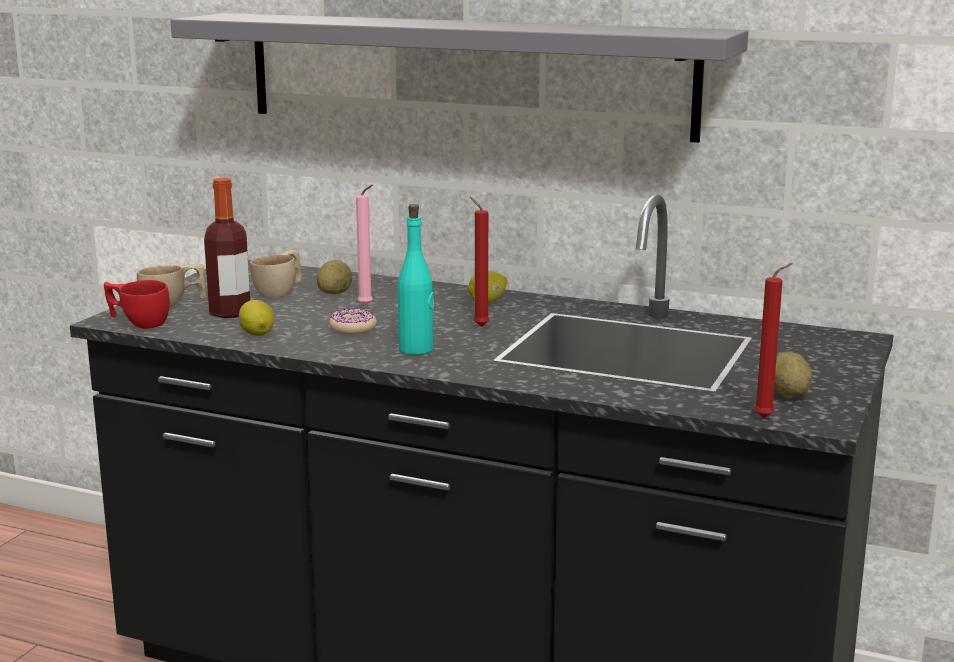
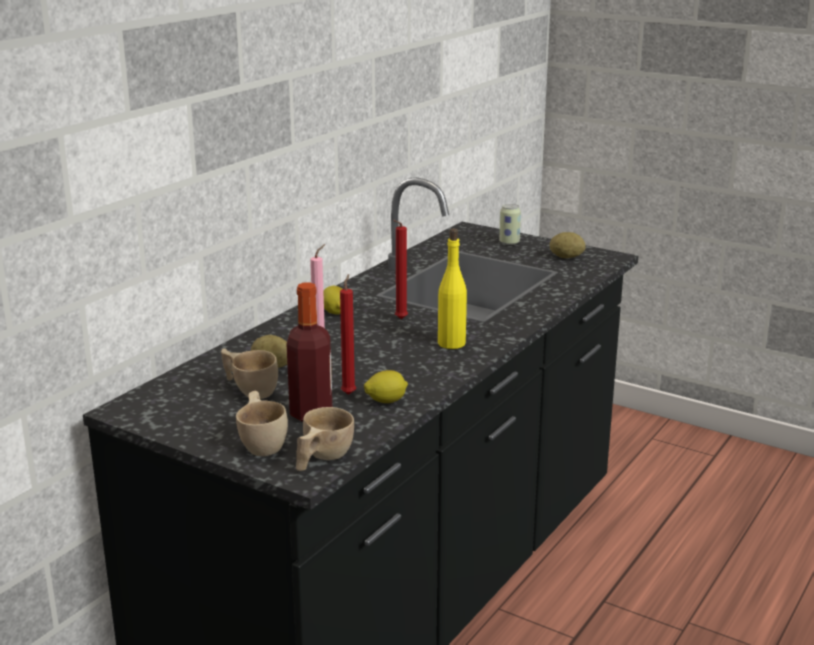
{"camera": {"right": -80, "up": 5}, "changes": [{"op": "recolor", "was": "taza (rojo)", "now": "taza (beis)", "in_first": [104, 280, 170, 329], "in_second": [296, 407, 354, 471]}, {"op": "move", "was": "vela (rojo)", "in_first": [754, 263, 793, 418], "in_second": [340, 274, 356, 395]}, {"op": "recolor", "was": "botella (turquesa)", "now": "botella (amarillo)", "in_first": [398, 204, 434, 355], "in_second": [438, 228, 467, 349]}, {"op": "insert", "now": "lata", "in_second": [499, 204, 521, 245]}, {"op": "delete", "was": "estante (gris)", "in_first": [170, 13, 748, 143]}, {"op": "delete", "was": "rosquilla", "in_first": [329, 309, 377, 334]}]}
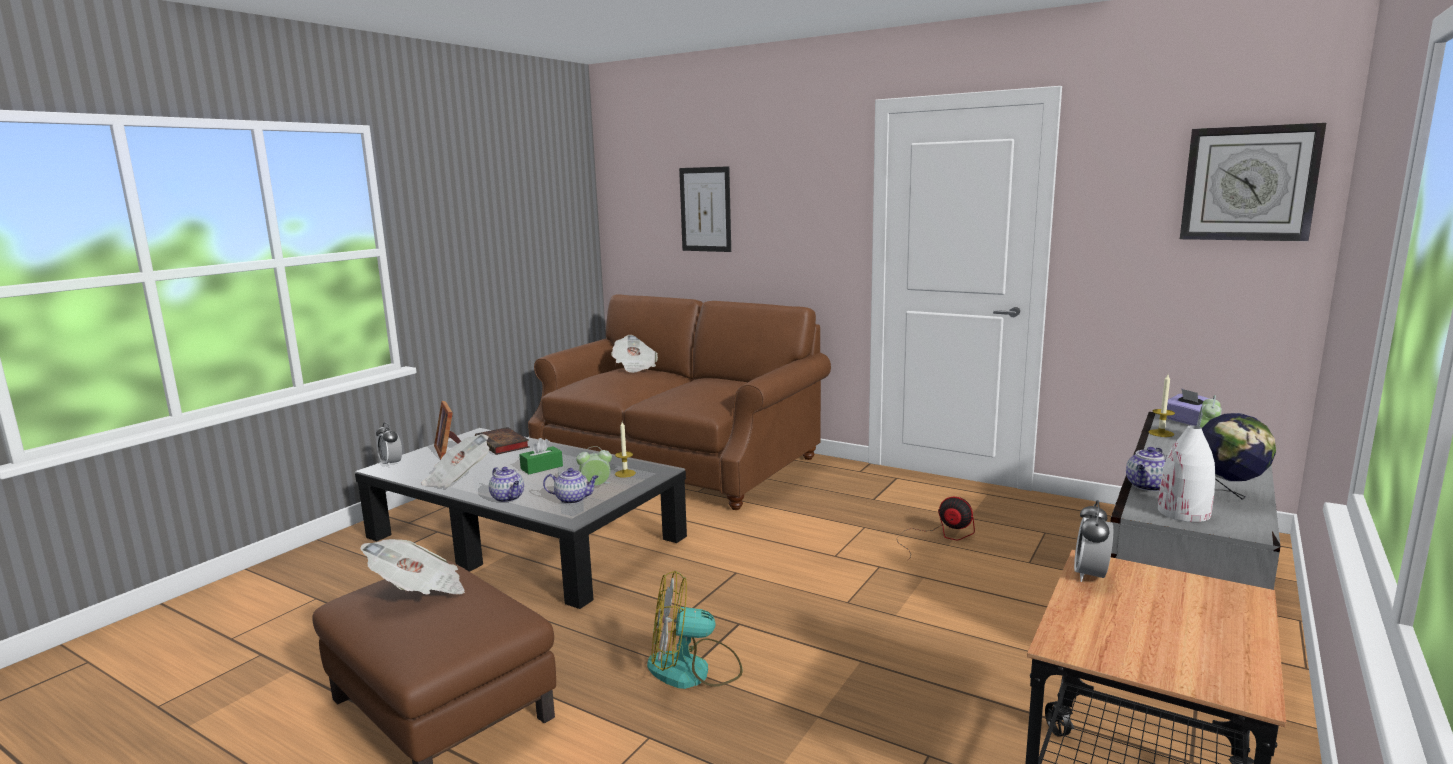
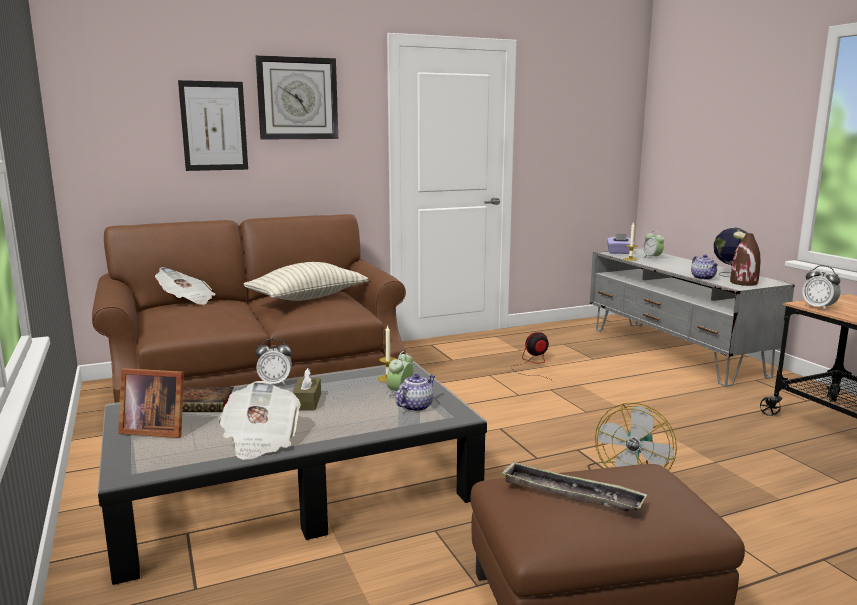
{"camera": {"right": -55, "up": 0}, "changes": [{"op": "insert", "now": "cojín", "in_second": [244, 262, 369, 301]}, {"op": "move", "was": "despertador", "in_first": [376, 422, 402, 468], "in_second": [255, 339, 292, 385]}, {"op": "move", "was": "reloj de pared", "in_first": [1180, 123, 1326, 241], "in_second": [256, 55, 338, 139]}, {"op": "recolor", "was": "caja de pañuelos (verde)", "now": "caja de pañuelos (marrón)", "in_first": [519, 438, 563, 474], "in_second": [292, 368, 321, 410]}, {"op": "replace", "was": "periódico", "now": "bandeja", "in_first": [360, 539, 465, 595], "in_second": [501, 461, 647, 511]}, {"op": "recolor", "was": "florero (blanco)", "now": "florero (marrón)", "in_first": [1158, 425, 1216, 522], "in_second": [730, 233, 761, 286]}, {"op": "delete", "was": "tetera", "in_first": [489, 467, 524, 502]}]}
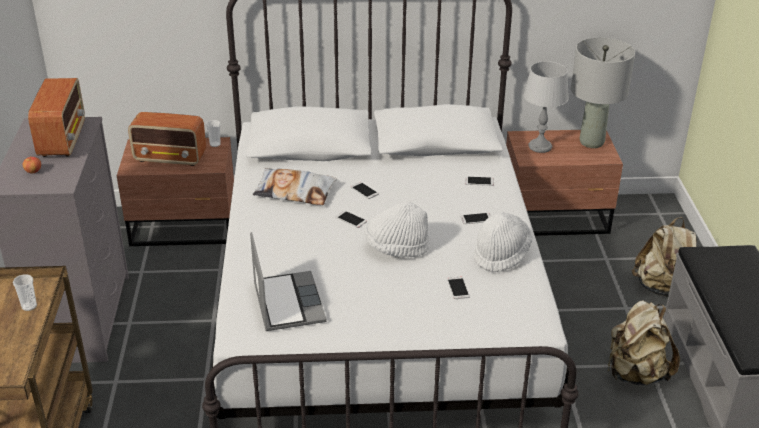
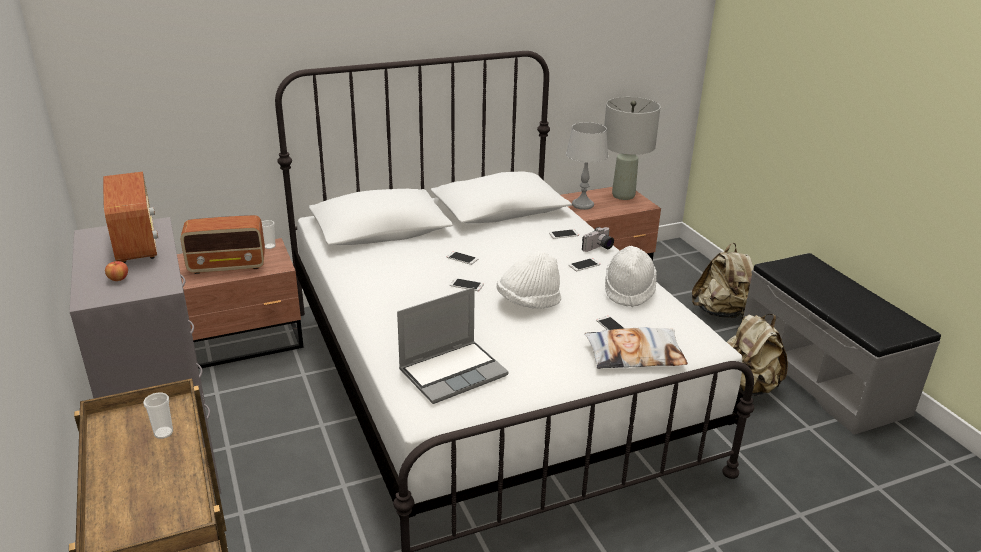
{"camera": {"right": -20, "up": -5}, "changes": [{"op": "rotate", "was": "portátil", "in_first": [250, 232, 327, 331], "in_second": [397, 287, 509, 404], "clockwise": 90}, {"op": "insert", "now": "cámara", "in_second": [582, 227, 614, 252]}, {"op": "move", "was": "cojín", "in_first": [253, 168, 337, 205], "in_second": [585, 327, 688, 369]}]}
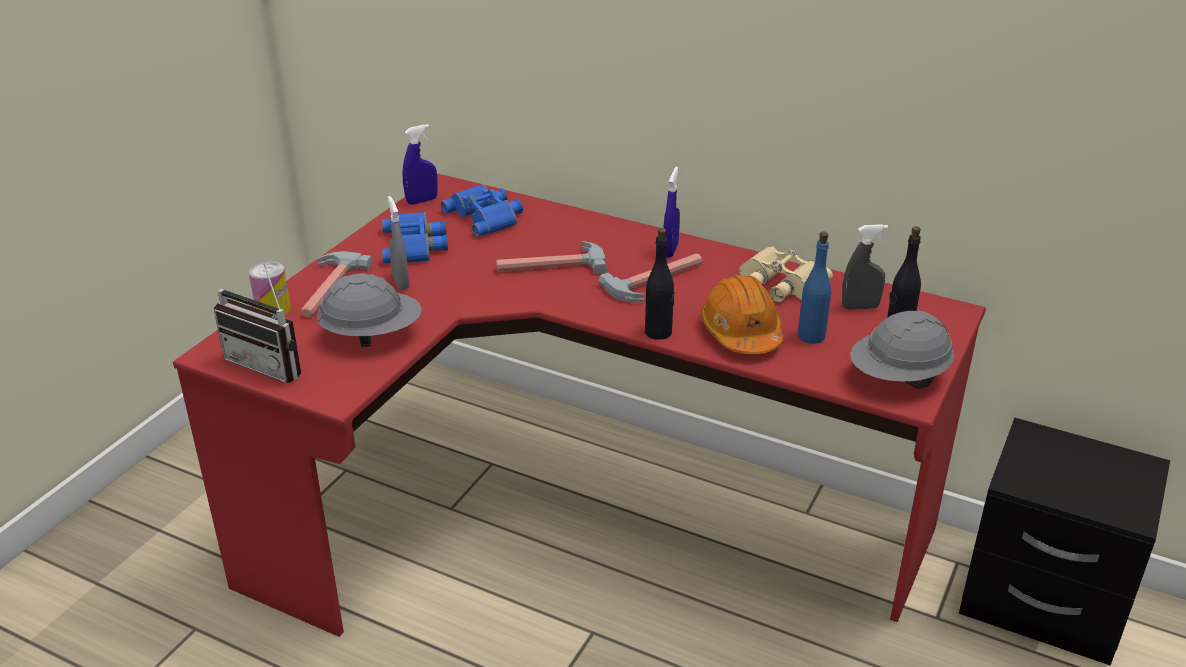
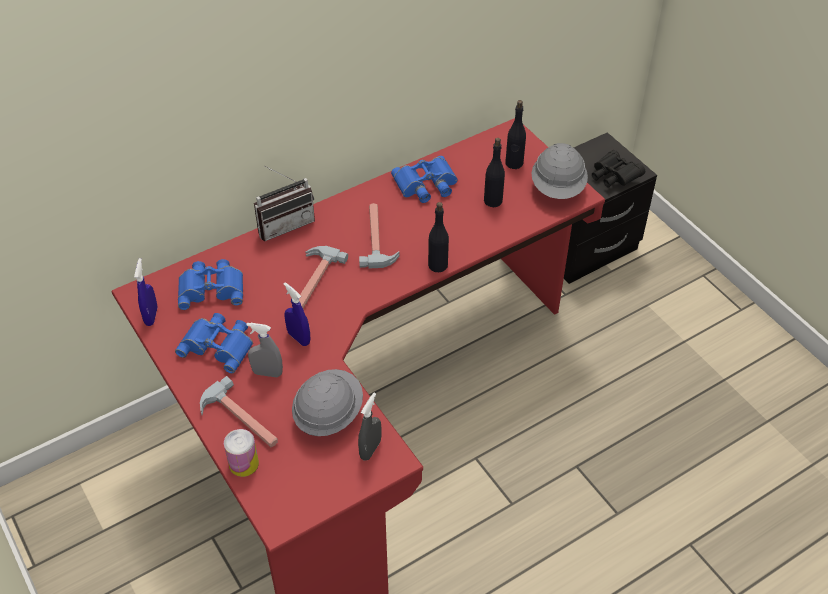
{"camera": {"right": -60, "up": 15}, "changes": [{"op": "move", "was": "radio", "in_first": [214, 263, 301, 383], "in_second": [254, 166, 315, 241]}, {"op": "move", "was": "pulverizador (azul)", "in_first": [663, 167, 680, 258], "in_second": [283, 282, 310, 346]}, {"op": "move", "was": "pulverizador (gris)", "in_first": [842, 224, 888, 309], "in_second": [358, 393, 382, 461]}, {"op": "recolor", "was": "prismáticos (beis)", "now": "prismáticos (azul)", "in_first": [739, 246, 833, 303], "in_second": [391, 156, 458, 203]}, {"op": "recolor", "was": "botella (azul)", "now": "botella (negro)", "in_first": [798, 231, 831, 344], "in_second": [484, 138, 505, 207]}, {"op": "insert", "now": "prismáticos (negro)", "in_second": [592, 150, 645, 188]}, {"op": "delete", "was": "casco (naranja)", "in_first": [701, 274, 784, 354]}]}
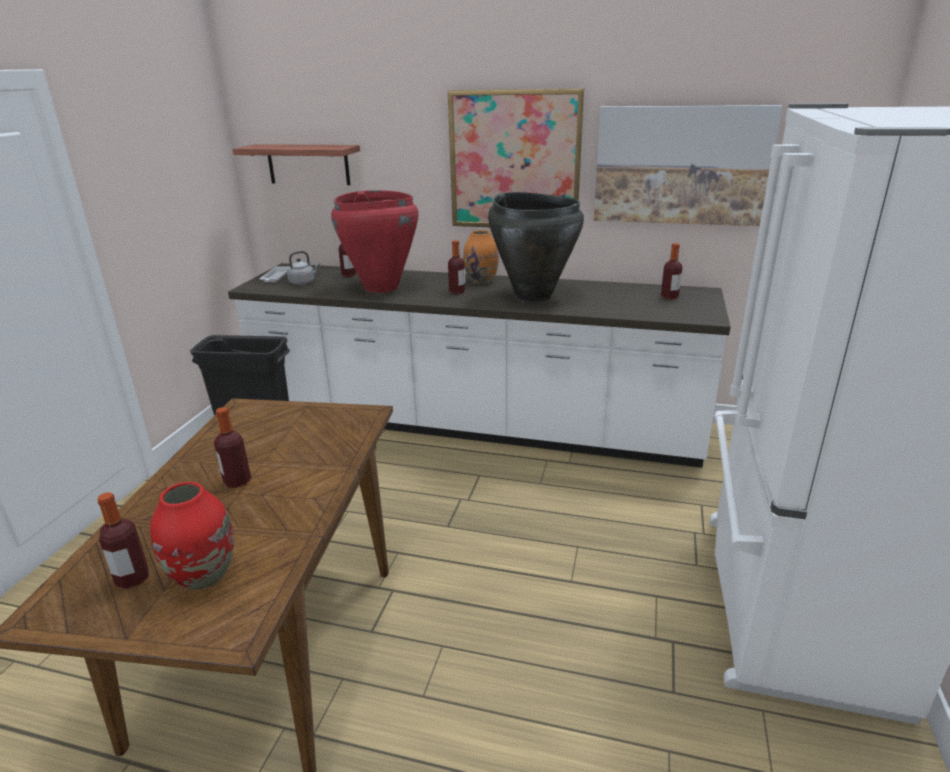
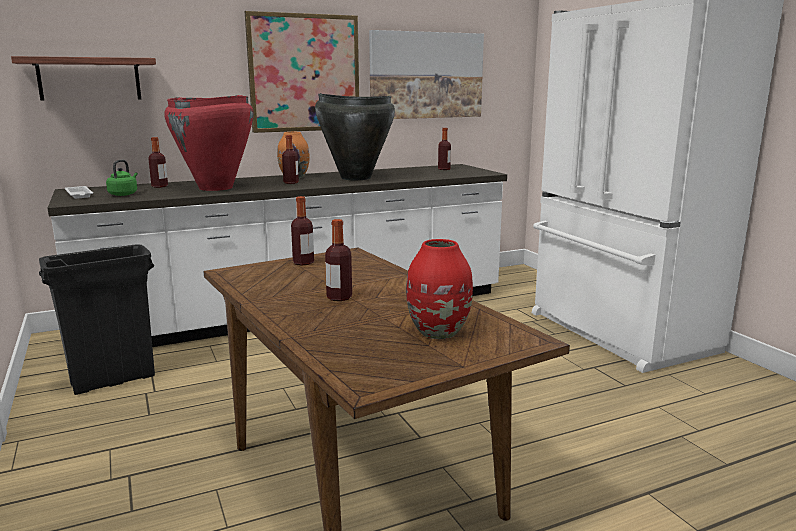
{"camera": {"right": -40, "up": -10}, "changes": [{"op": "recolor", "was": "hervidor (gris)", "now": "hervidor (verde)", "in_first": [287, 251, 320, 285], "in_second": [106, 160, 138, 196]}, {"op": "move", "was": "botella", "in_first": [98, 492, 149, 589], "in_second": [291, 196, 314, 265]}]}
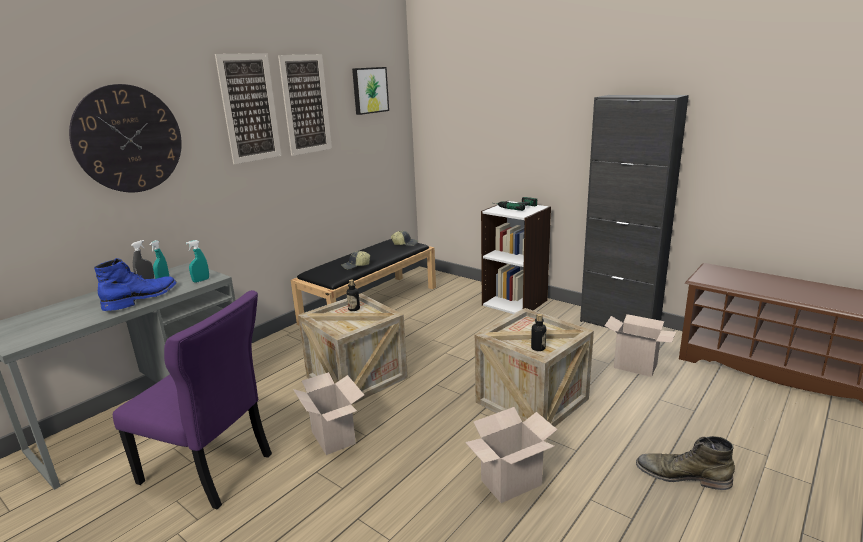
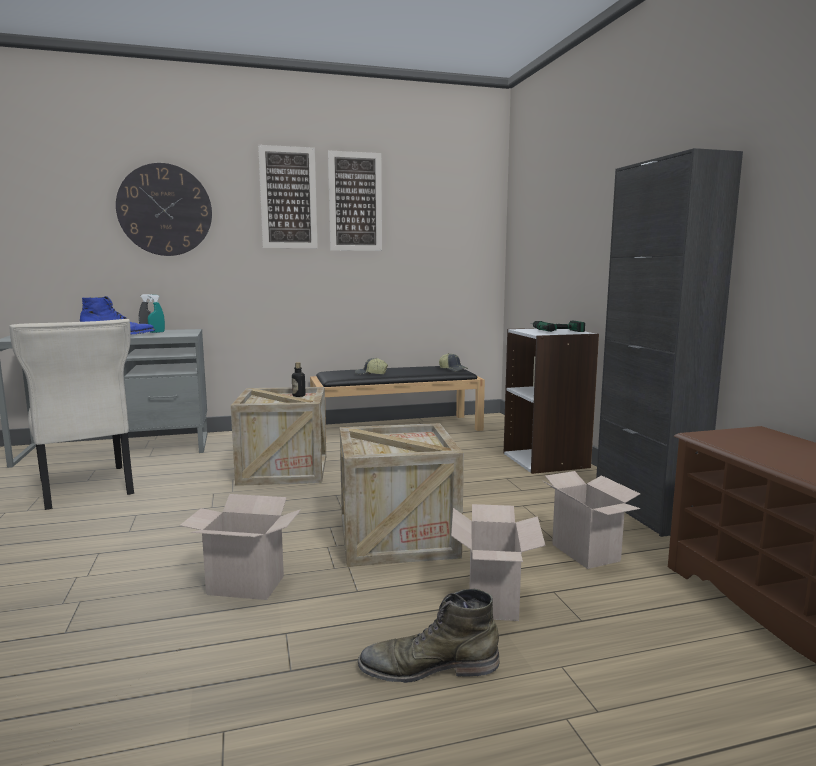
{"camera": {"right": 35, "up": -10}, "changes": [{"op": "recolor", "was": "silla (morado)", "now": "silla (beis)", "in_first": [113, 290, 272, 509], "in_second": [10, 319, 134, 510]}, {"op": "rotate", "was": "bota (verde)", "in_first": [636, 436, 735, 490], "in_second": [358, 589, 499, 683], "clockwise": -60}, {"op": "move", "was": "caja de cartón", "in_first": [293, 372, 364, 455], "in_second": [451, 504, 546, 621]}, {"op": "delete", "was": "pulverizador (turquesa)", "in_first": [186, 240, 209, 283]}, {"op": "delete", "was": "cuadro", "in_first": [352, 67, 389, 115]}, {"op": "delete", "was": "botella", "in_first": [531, 314, 546, 351]}]}
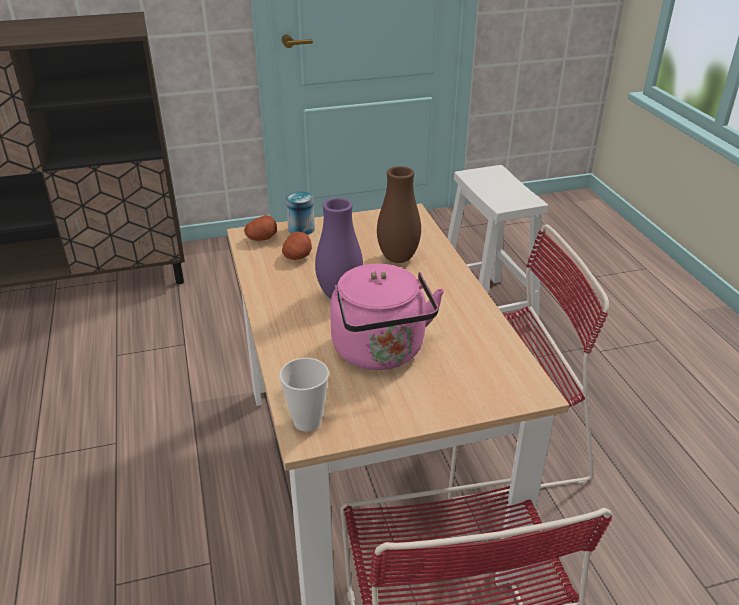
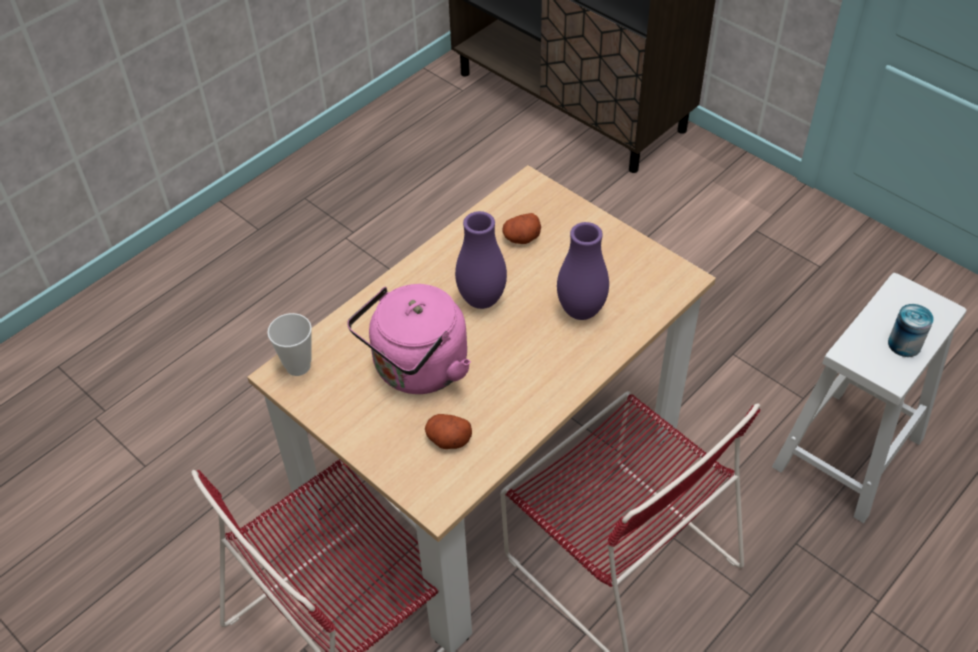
{"camera": {"right": 60, "up": 15}, "changes": [{"op": "move", "was": "patata", "in_first": [244, 215, 277, 241], "in_second": [425, 414, 472, 449]}, {"op": "recolor", "was": "florero (marrón)", "now": "florero (morado)", "in_first": [377, 166, 421, 263], "in_second": [557, 222, 609, 320]}, {"op": "move", "was": "lata", "in_first": [286, 191, 315, 235], "in_second": [888, 304, 934, 357]}]}
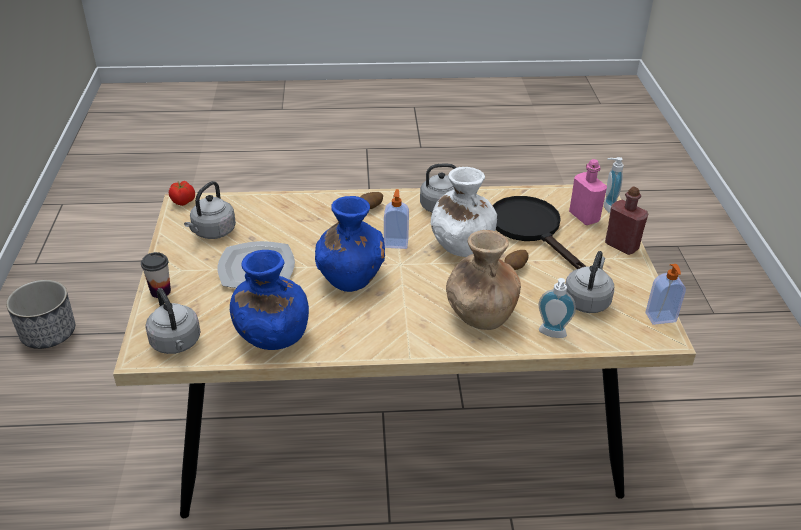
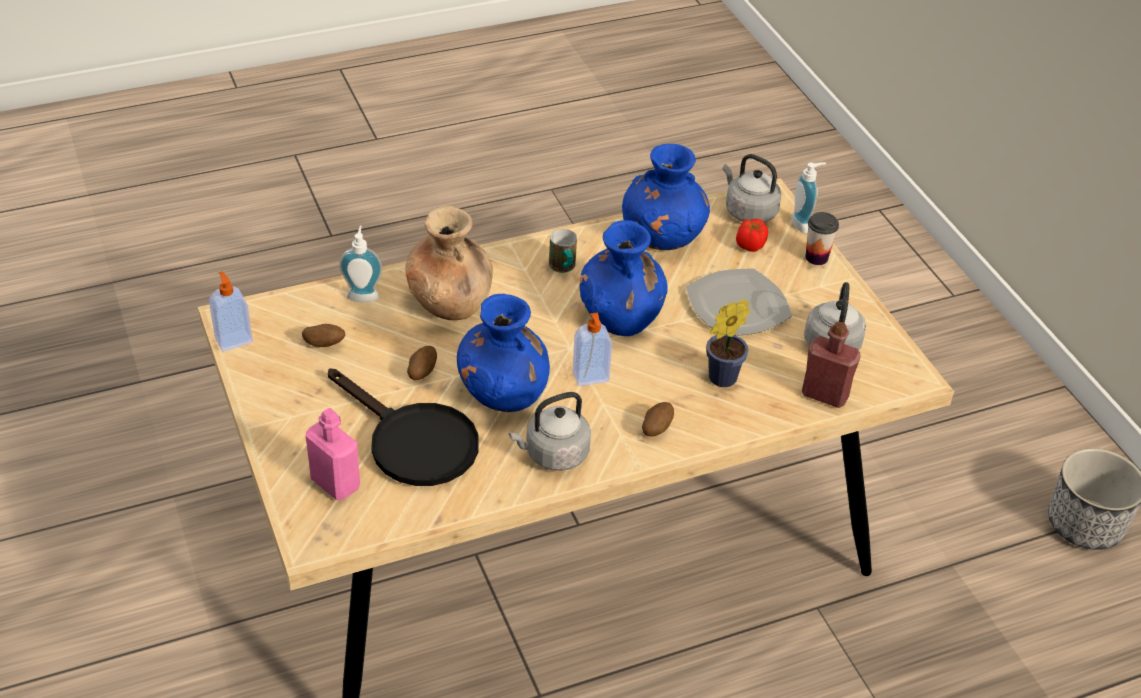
{"camera": {"right": 160, "up": 5}, "changes": [{"op": "replace", "was": "hervidor (gris)", "now": "patata", "in_first": [565, 251, 614, 313], "in_second": [302, 324, 345, 347]}, {"op": "recolor", "was": "florero (blanco)", "now": "florero (azul)", "in_first": [431, 167, 497, 257], "in_second": [457, 294, 550, 412]}, {"op": "insert", "now": "taza grande", "in_second": [549, 229, 577, 273]}, {"op": "insert", "now": "planta en maceta", "in_second": [706, 299, 750, 387]}, {"op": "move", "was": "tomate", "in_first": [169, 181, 195, 206], "in_second": [736, 219, 768, 252]}, {"op": "move", "was": "dispensador de jabón", "in_first": [604, 157, 624, 213], "in_second": [792, 162, 826, 233]}, {"op": "move", "was": "botella (rojo)", "in_first": [605, 187, 648, 255], "in_second": [802, 322, 861, 408]}]}
